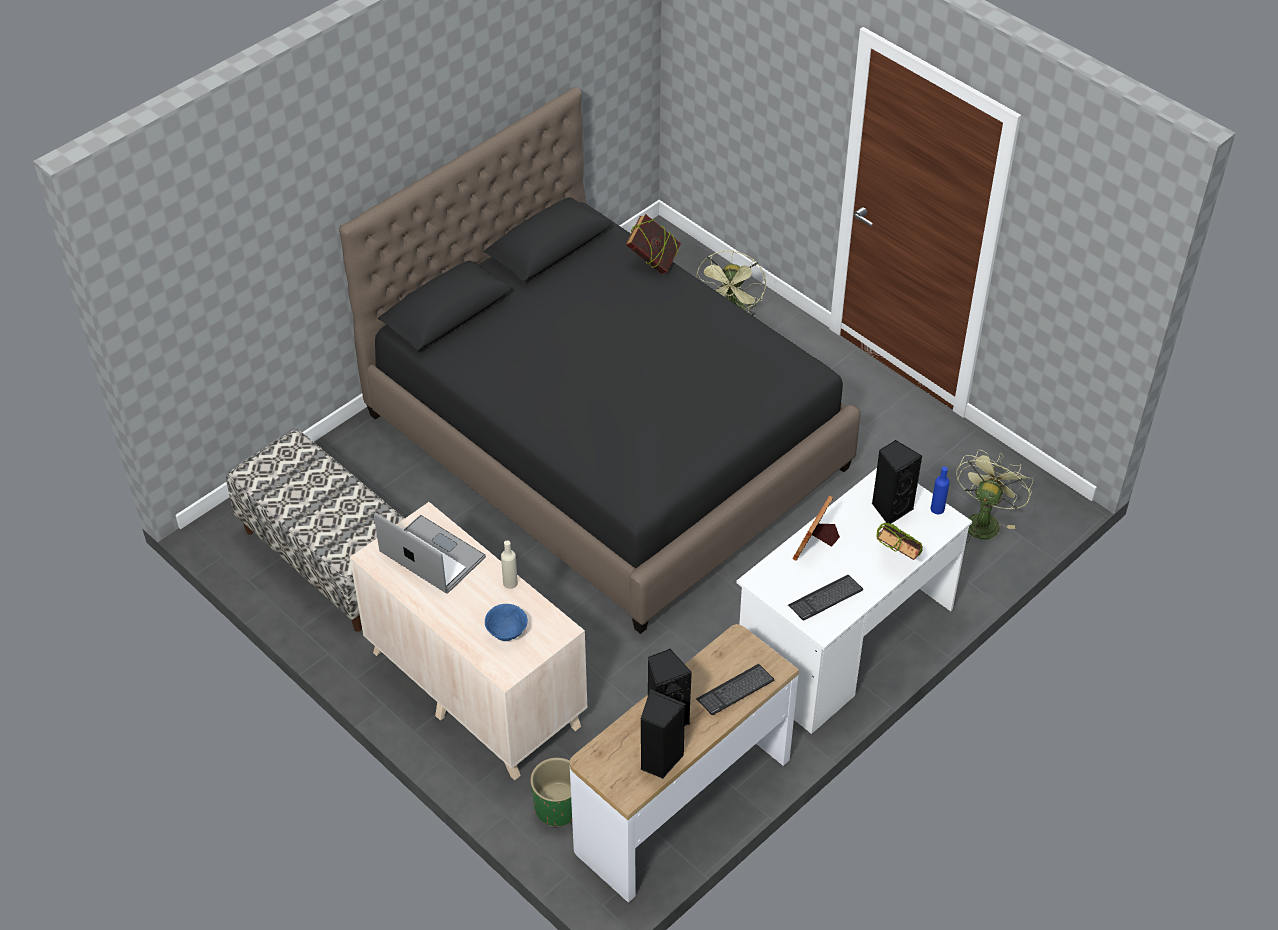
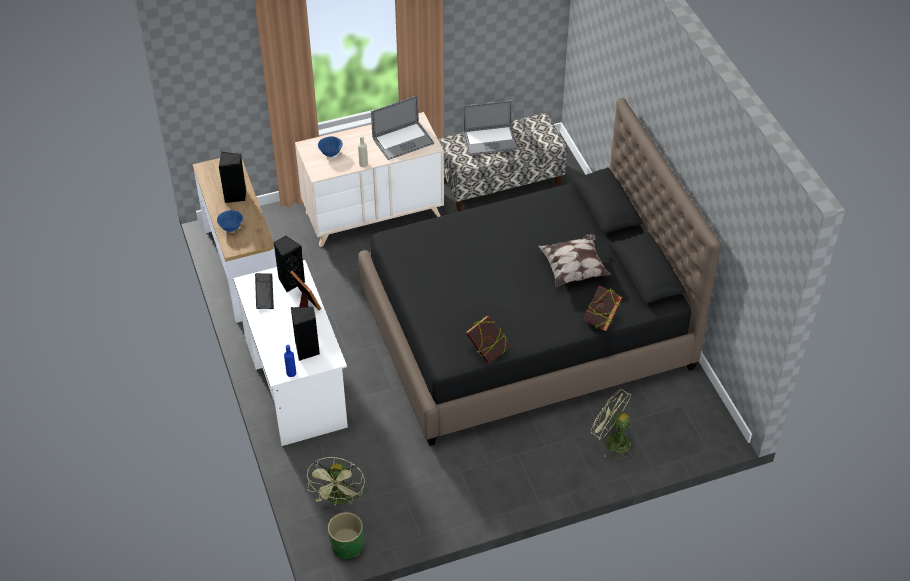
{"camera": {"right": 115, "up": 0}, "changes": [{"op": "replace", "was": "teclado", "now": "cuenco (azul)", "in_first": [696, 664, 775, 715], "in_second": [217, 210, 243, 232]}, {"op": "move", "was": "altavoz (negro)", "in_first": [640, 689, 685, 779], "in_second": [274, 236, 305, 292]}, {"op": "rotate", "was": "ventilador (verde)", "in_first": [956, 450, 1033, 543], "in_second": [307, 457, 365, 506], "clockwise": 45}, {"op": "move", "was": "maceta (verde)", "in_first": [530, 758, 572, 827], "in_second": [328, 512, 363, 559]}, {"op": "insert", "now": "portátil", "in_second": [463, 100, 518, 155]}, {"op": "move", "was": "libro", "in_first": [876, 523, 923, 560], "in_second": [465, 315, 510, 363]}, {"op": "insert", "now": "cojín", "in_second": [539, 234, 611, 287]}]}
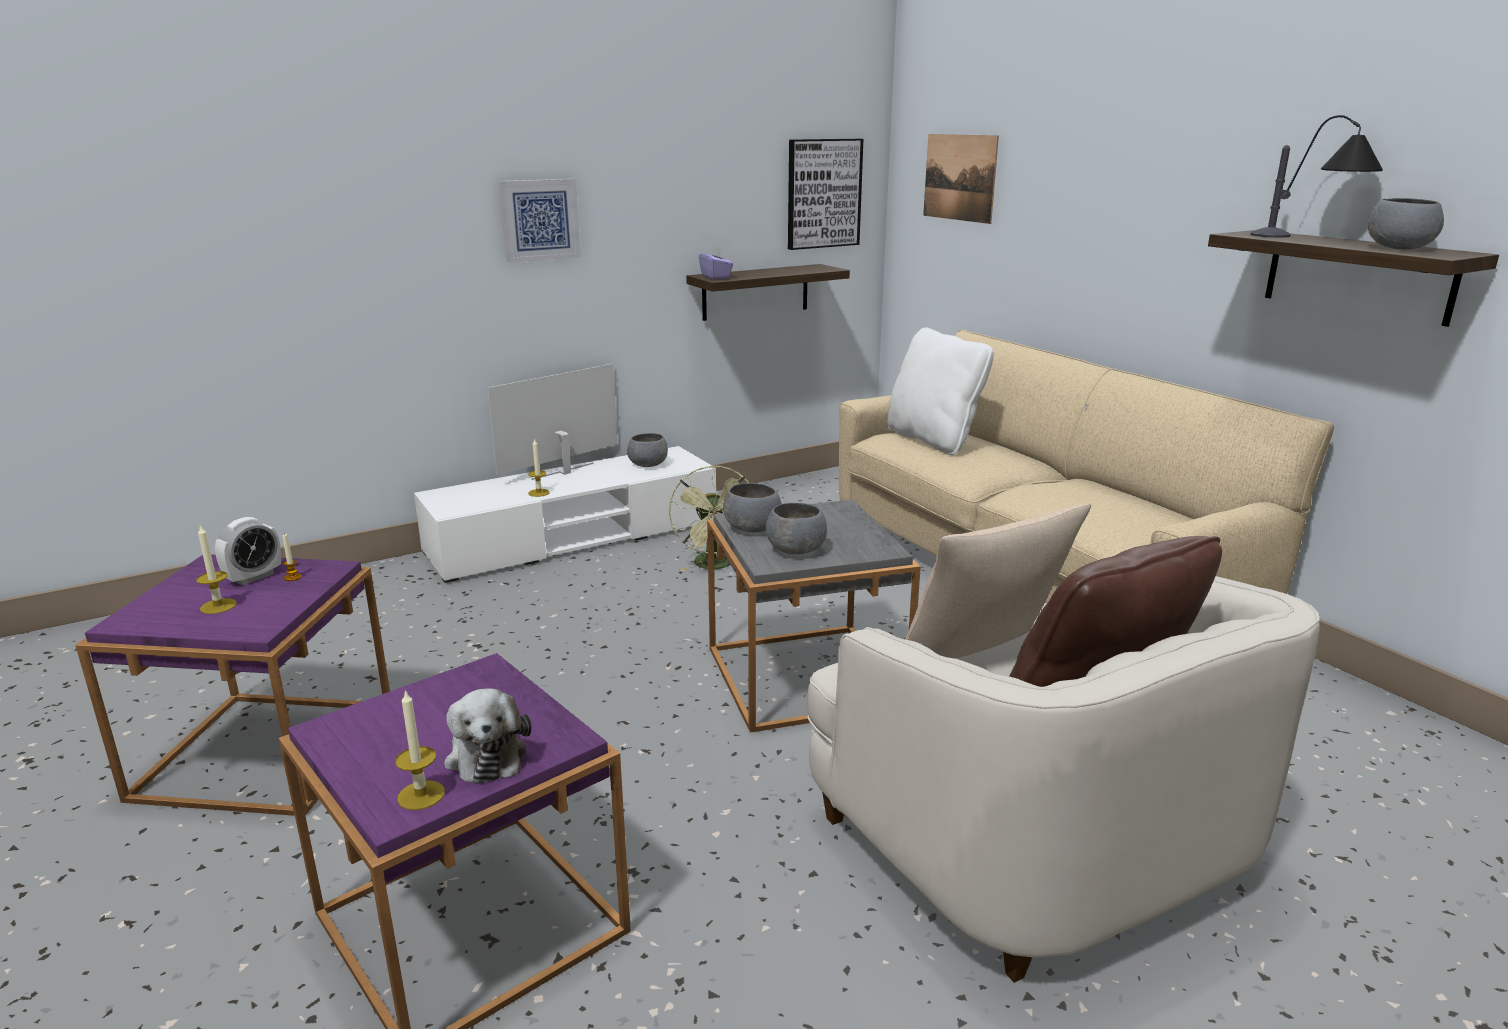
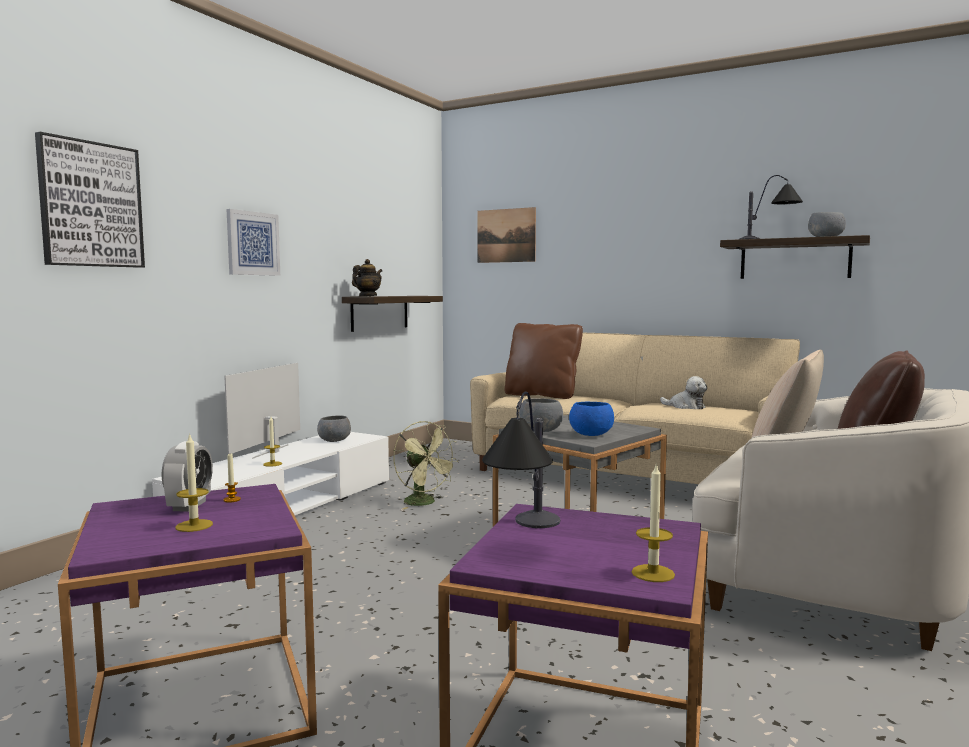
{"camera": {"right": -30, "up": -15}, "changes": [{"op": "move", "was": "cuadro", "in_first": [788, 139, 863, 250], "in_second": [35, 132, 145, 268]}, {"op": "replace", "was": "caja de pañuelos (morado)", "now": "tetera", "in_first": [699, 246, 733, 279], "in_second": [352, 259, 383, 296]}, {"op": "insert", "now": "lámpara de mesa", "in_second": [482, 392, 560, 528]}, {"op": "recolor", "was": "cojín (blanco)", "now": "cojín (marrón)", "in_first": [887, 327, 994, 455], "in_second": [505, 323, 583, 399]}, {"op": "recolor", "was": "cuenco (gris)", "now": "cuenco (azul)", "in_first": [766, 503, 827, 554], "in_second": [569, 402, 614, 436]}, {"op": "move", "was": "peluche", "in_first": [444, 688, 531, 784], "in_second": [660, 376, 707, 409]}]}
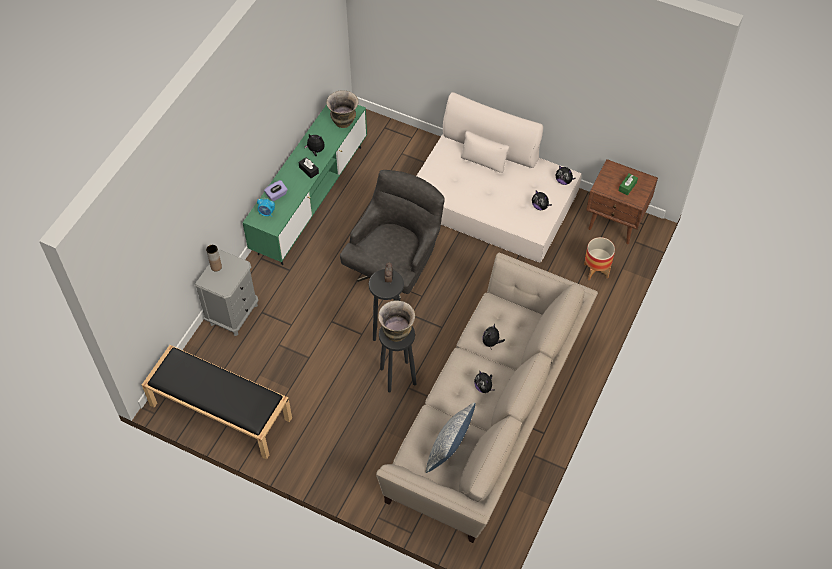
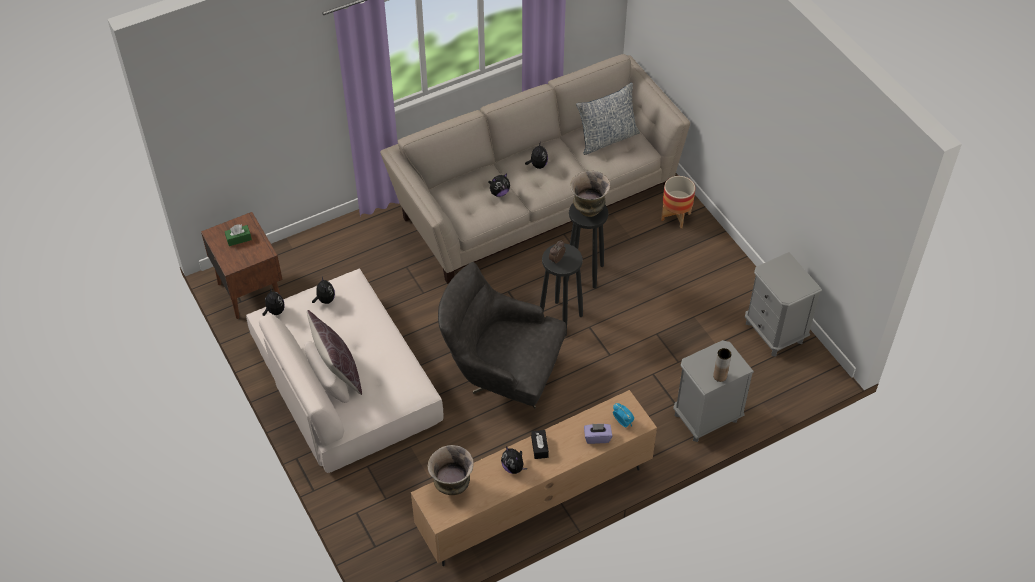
{"camera": {"right": -145, "up": -5}, "changes": [{"op": "insert", "now": "cojín (marrón)", "in_second": [307, 310, 362, 395]}, {"op": "recolor", "was": "mueble de televisión (verde)", "now": "mueble de televisión (marrón)", "in_first": [242, 104, 367, 265], "in_second": [411, 390, 657, 566]}, {"op": "rotate", "was": "sillón (gris)", "in_first": [340, 170, 445, 299], "in_second": [438, 262, 566, 409], "clockwise": 45}, {"op": "move", "was": "maceta", "in_first": [584, 237, 615, 280], "in_second": [661, 176, 695, 228]}, {"op": "replace", "was": "banco (negro)", "now": "mesita de noche (gris)", "in_first": [142, 345, 292, 460], "in_second": [745, 252, 822, 357]}]}
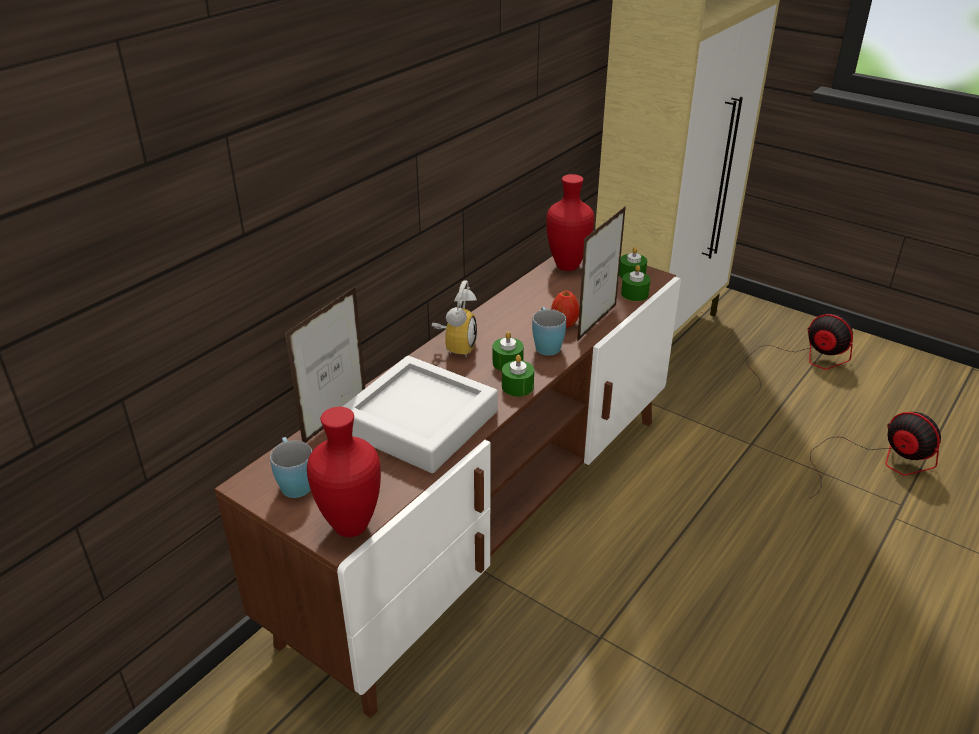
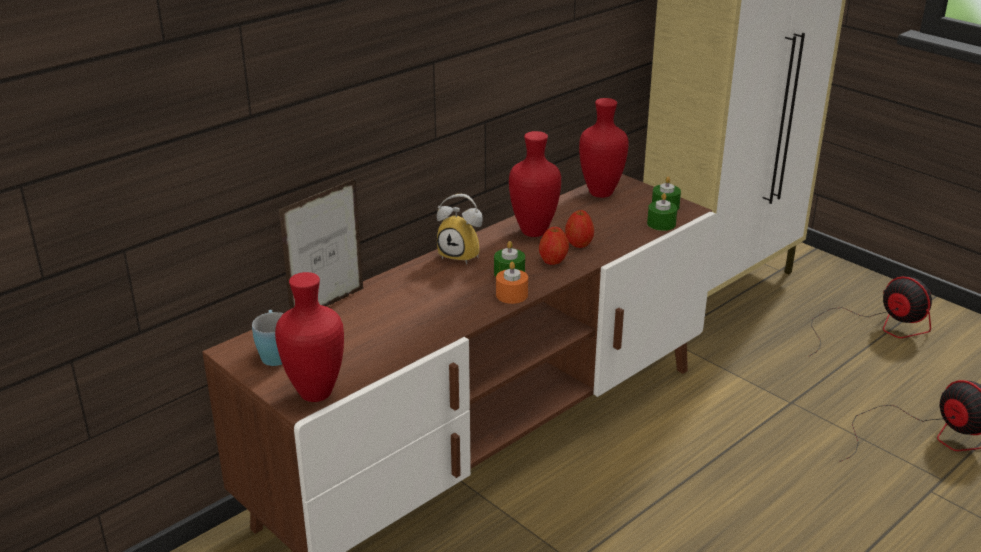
{"camera": {"right": 10, "up": -5}, "changes": [{"op": "rotate", "was": "despertador", "in_first": [432, 280, 477, 358], "in_second": [437, 194, 483, 265], "clockwise": 90}, {"op": "recolor", "was": "vela (verde)", "now": "vela (naranja)", "in_first": [502, 355, 534, 397], "in_second": [496, 262, 528, 304]}, {"op": "insert", "now": "florero (rojo)", "in_second": [509, 131, 561, 237]}, {"op": "replace", "was": "taza grande (azul)", "now": "manzana", "in_first": [532, 307, 566, 356], "in_second": [539, 227, 569, 265]}, {"op": "delete", "was": "bandeja (gris)", "in_first": [342, 356, 498, 473]}, {"op": "delete", "was": "portarretratos", "in_first": [577, 206, 626, 341]}]}
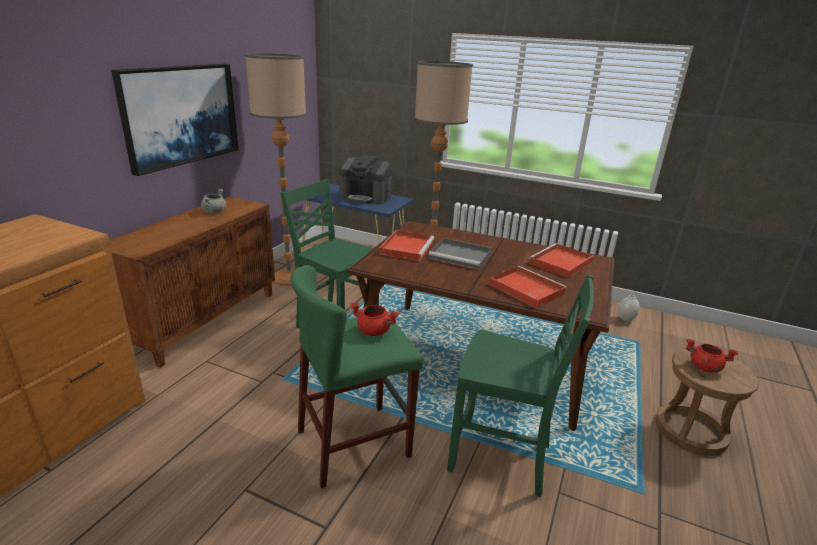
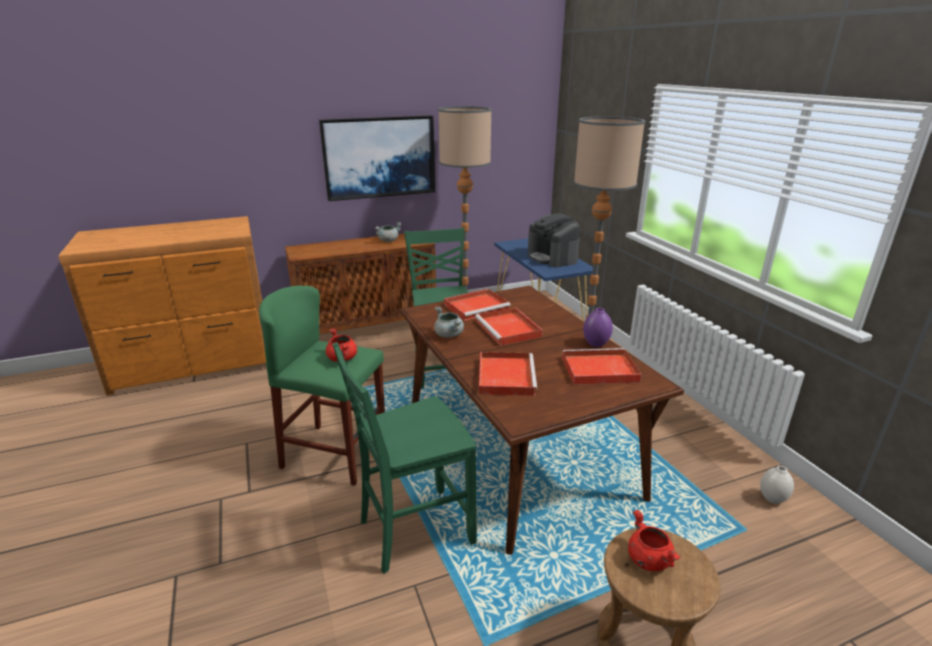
{"camera": {"right": 45, "up": 0}, "changes": [{"op": "rotate", "was": "silla (verde)", "in_first": [447, 274, 594, 497], "in_second": [333, 342, 477, 574], "clockwise": 90}, {"op": "insert", "now": "olla (gris)", "in_second": [434, 307, 464, 338]}, {"op": "recolor", "was": "bandeja (gris)", "now": "bandeja (rojo)", "in_first": [429, 238, 492, 270], "in_second": [475, 307, 543, 345]}, {"op": "insert", "now": "florero (morado)", "in_second": [583, 308, 613, 347]}]}
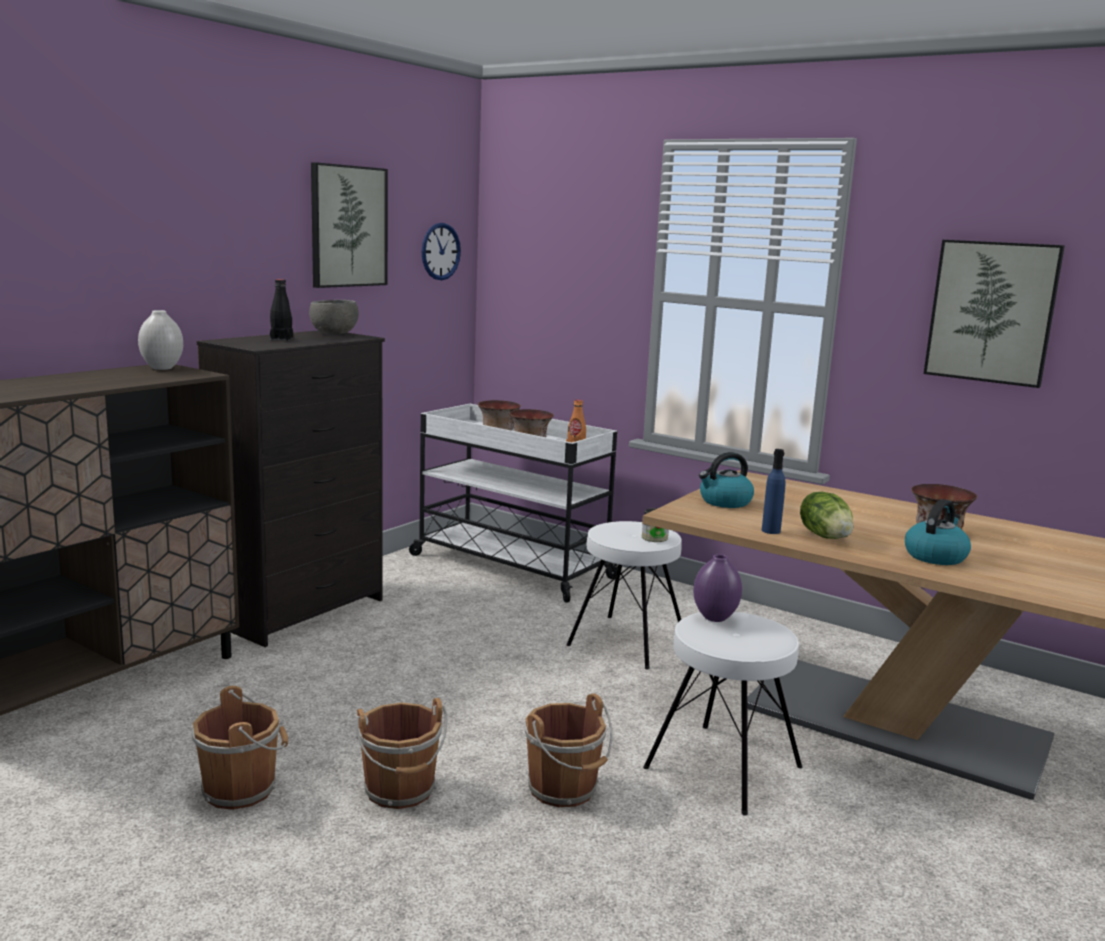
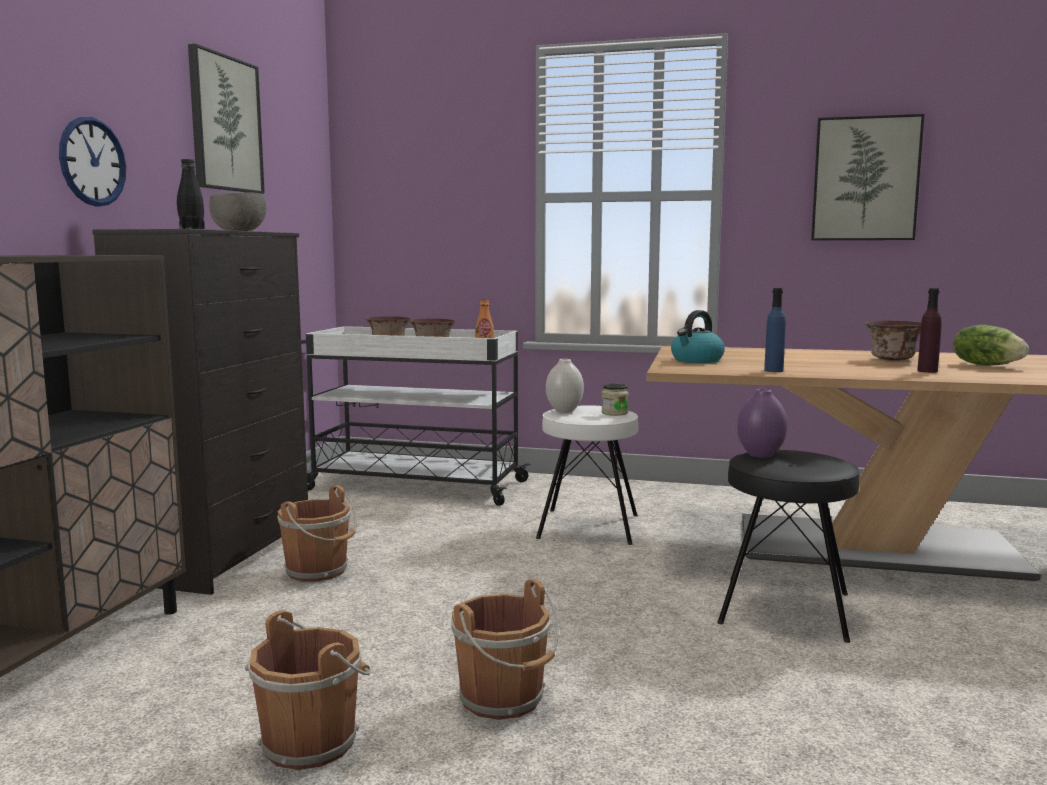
{"camera": {"right": -20, "up": -5}, "changes": [{"op": "move", "was": "reloj de pared", "in_first": [421, 223, 461, 280], "in_second": [59, 117, 126, 207]}, {"op": "move", "was": "cubo (marrón)", "in_first": [524, 693, 613, 807], "in_second": [277, 485, 357, 582]}, {"op": "move", "was": "florero (blanco)", "in_first": [138, 310, 183, 370], "in_second": [546, 359, 584, 413]}, {"op": "recolor", "was": "taburete (blanco)", "now": "taburete (negro)", "in_first": [643, 612, 802, 816], "in_second": [717, 450, 860, 643]}, {"op": "replace", "was": "hervidor", "now": "botella (morado)", "in_first": [905, 499, 971, 565], "in_second": [917, 288, 942, 373]}, {"op": "move", "was": "lechuga", "in_first": [800, 492, 854, 539], "in_second": [953, 325, 1029, 365]}]}
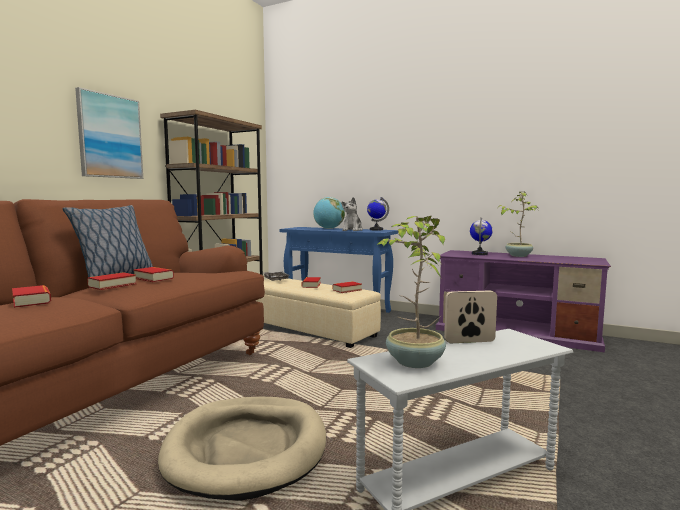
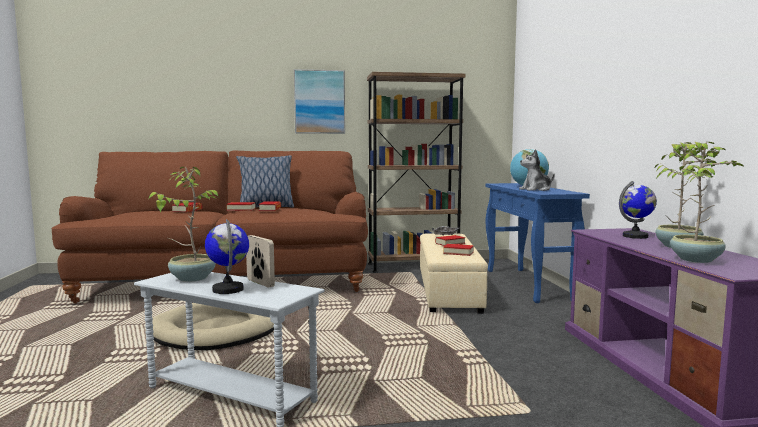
{"camera": {"right": 55, "up": 0}, "changes": [{"op": "move", "was": "globo terráqueo", "in_first": [367, 197, 389, 230], "in_second": [205, 219, 249, 294]}, {"op": "insert", "now": "planta en maceta", "in_second": [670, 142, 743, 263]}]}
